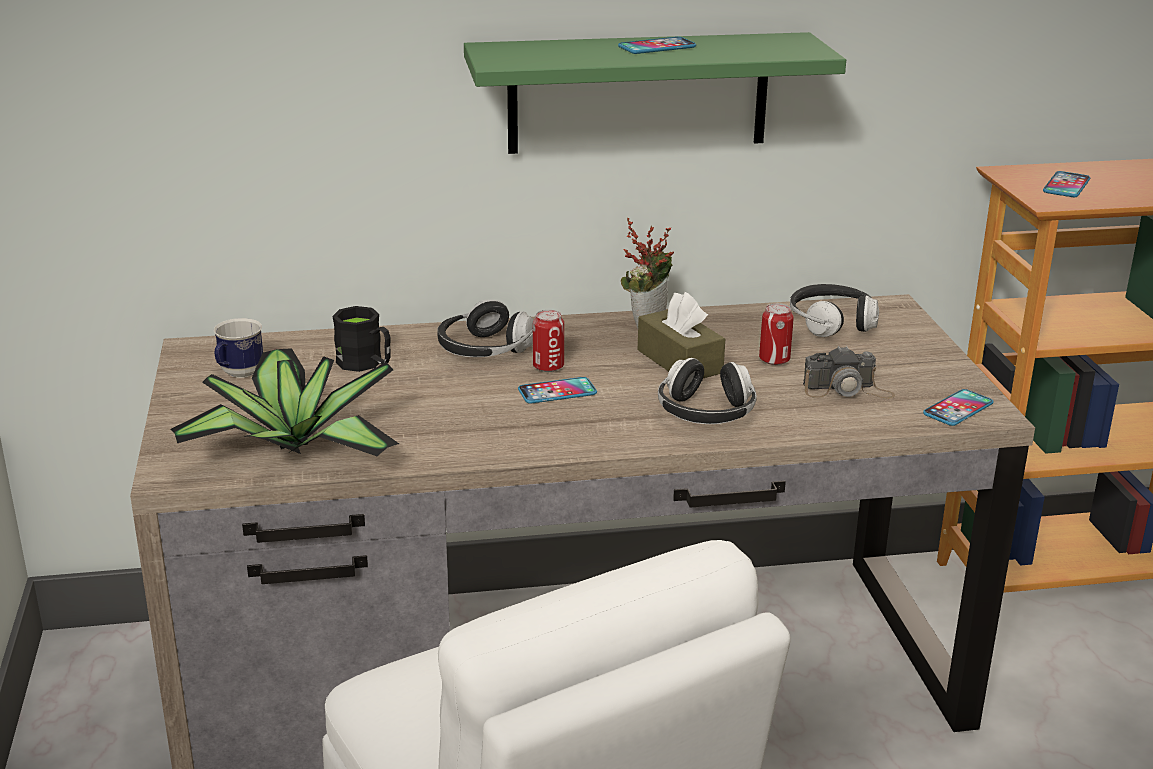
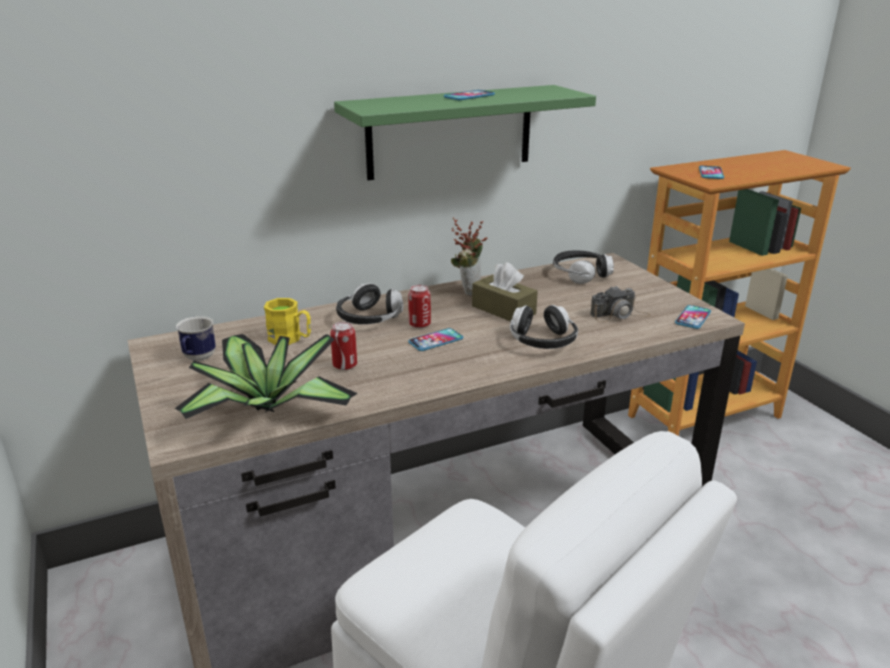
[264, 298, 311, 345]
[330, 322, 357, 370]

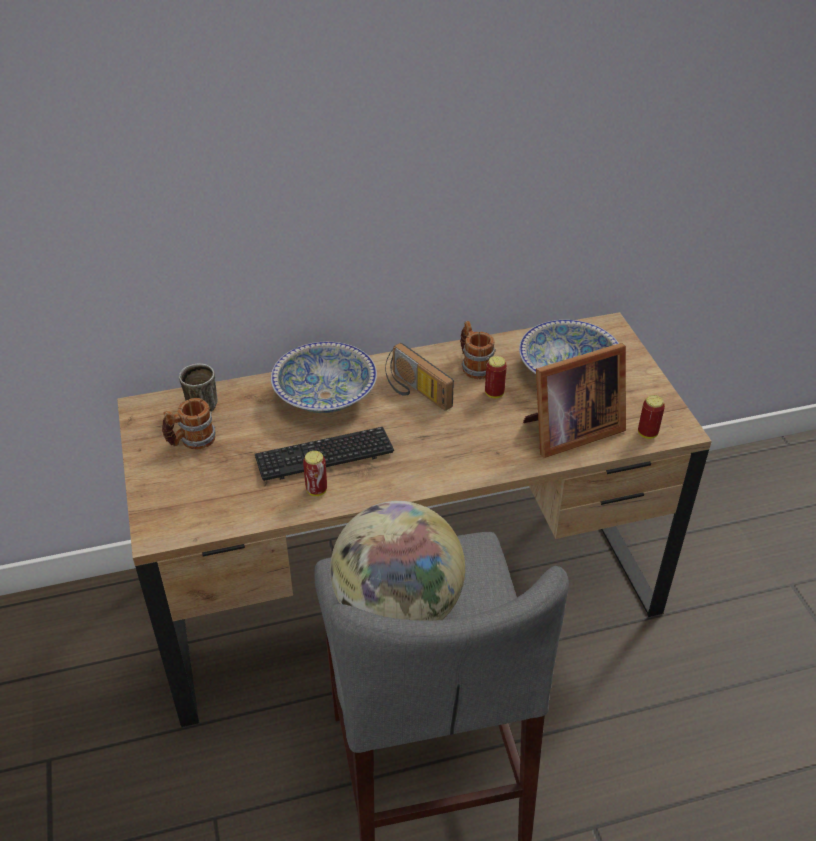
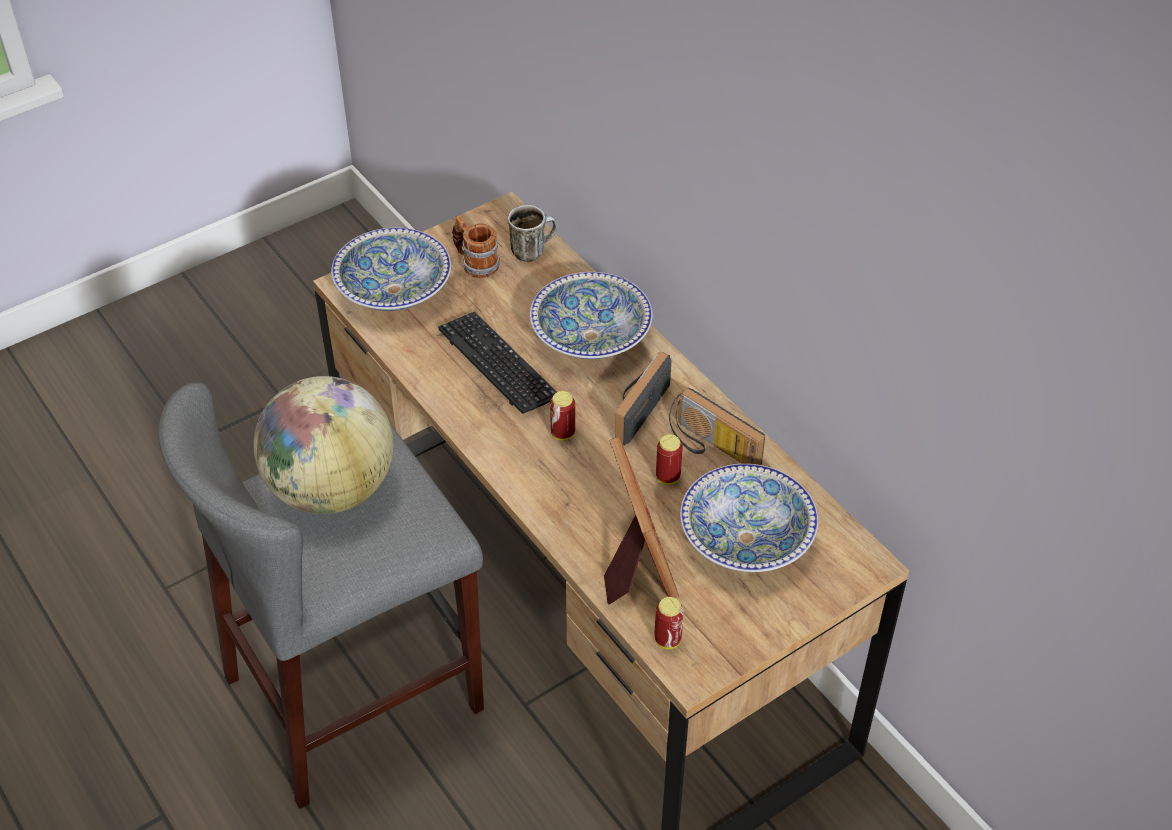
[331, 228, 451, 311]
[550, 391, 575, 441]
[604, 437, 679, 605]
[669, 388, 765, 465]

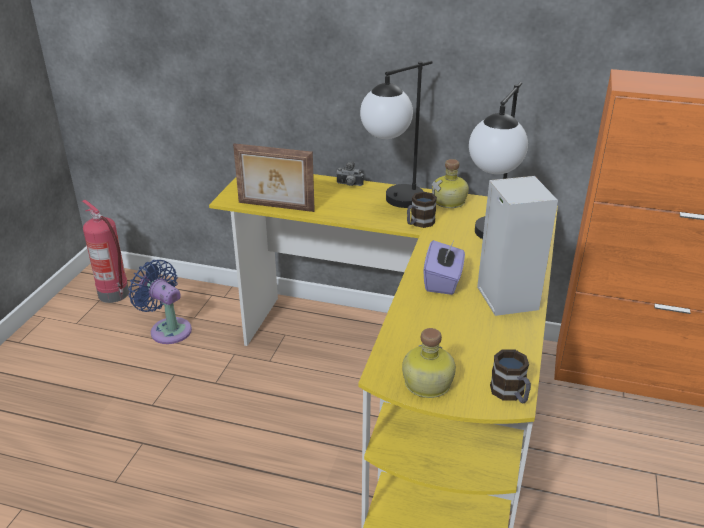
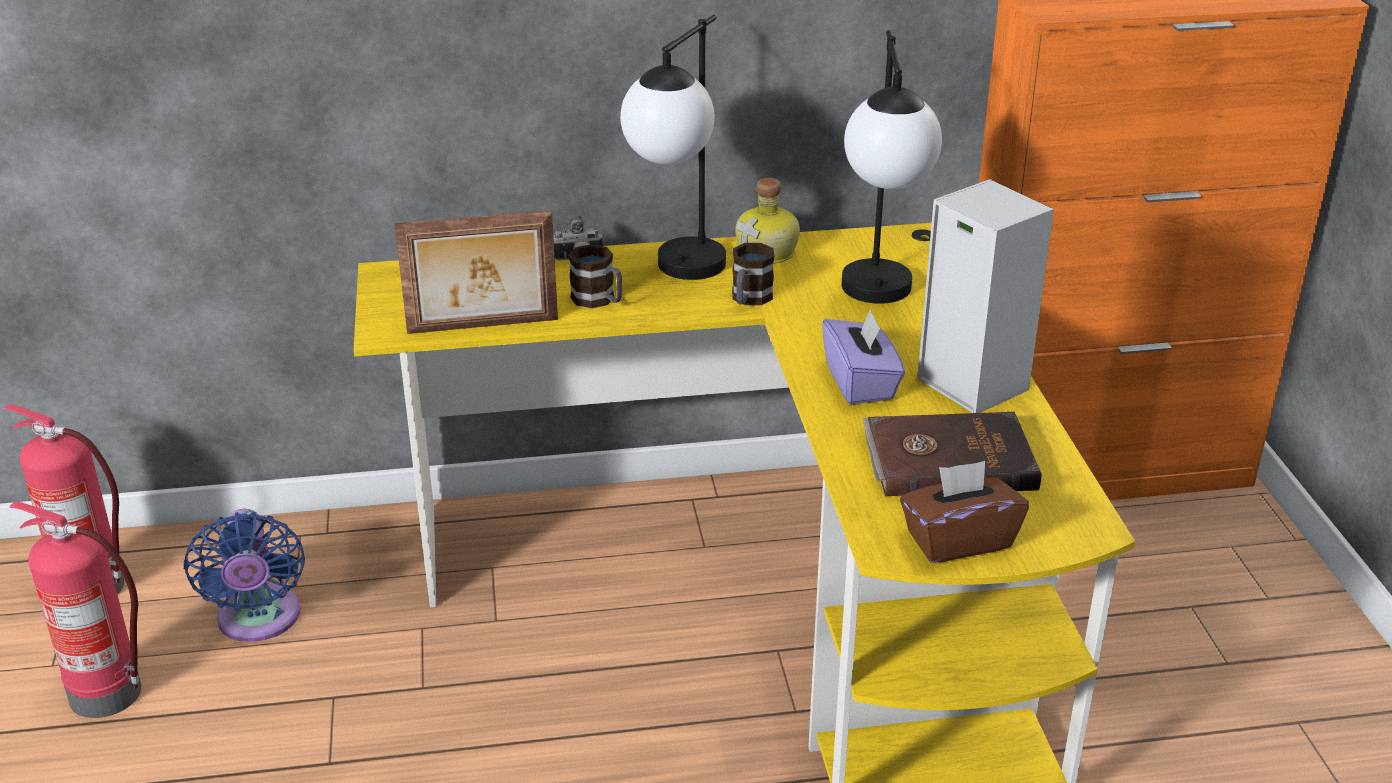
[10, 502, 142, 718]
[184, 509, 305, 642]
[569, 244, 622, 308]
[863, 412, 1041, 496]
[900, 461, 1029, 563]

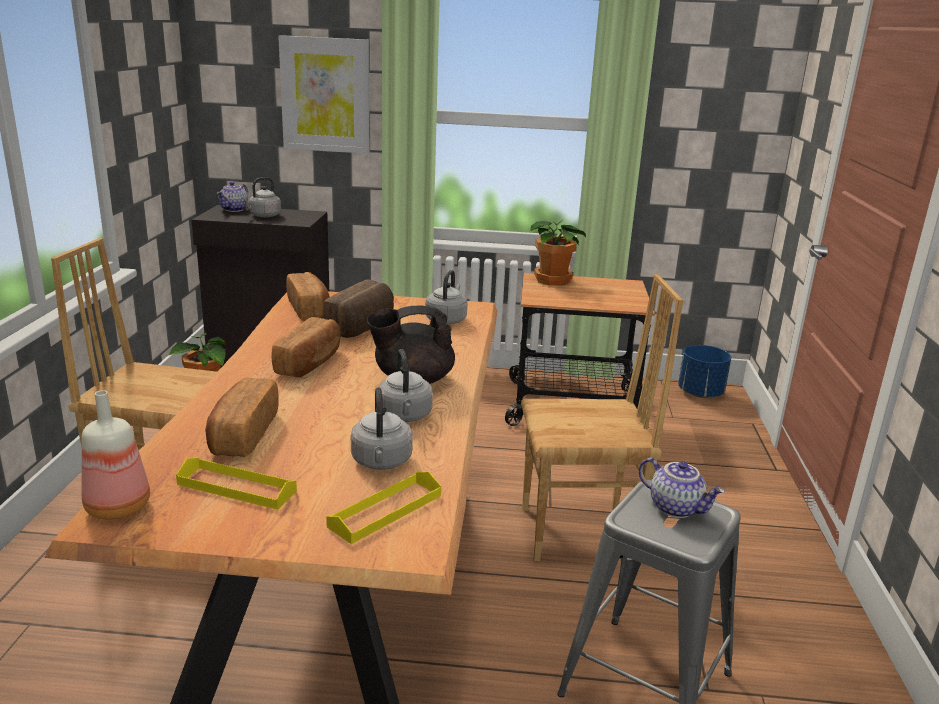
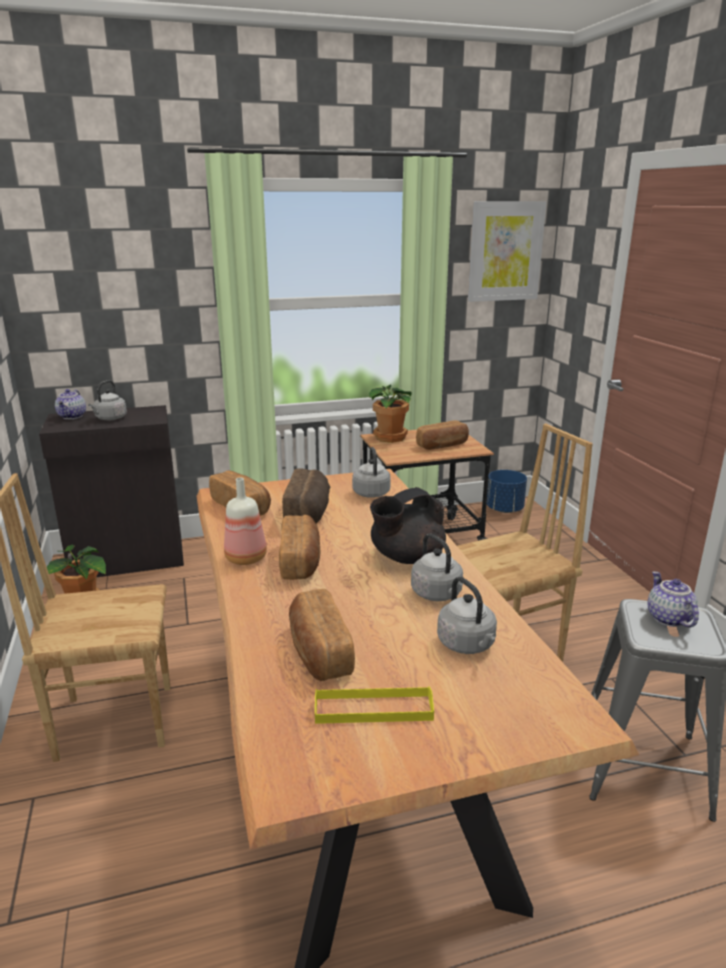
[224, 478, 267, 565]
[416, 420, 469, 450]
[468, 201, 547, 302]
[647, 571, 699, 628]
[326, 472, 441, 544] (first image)

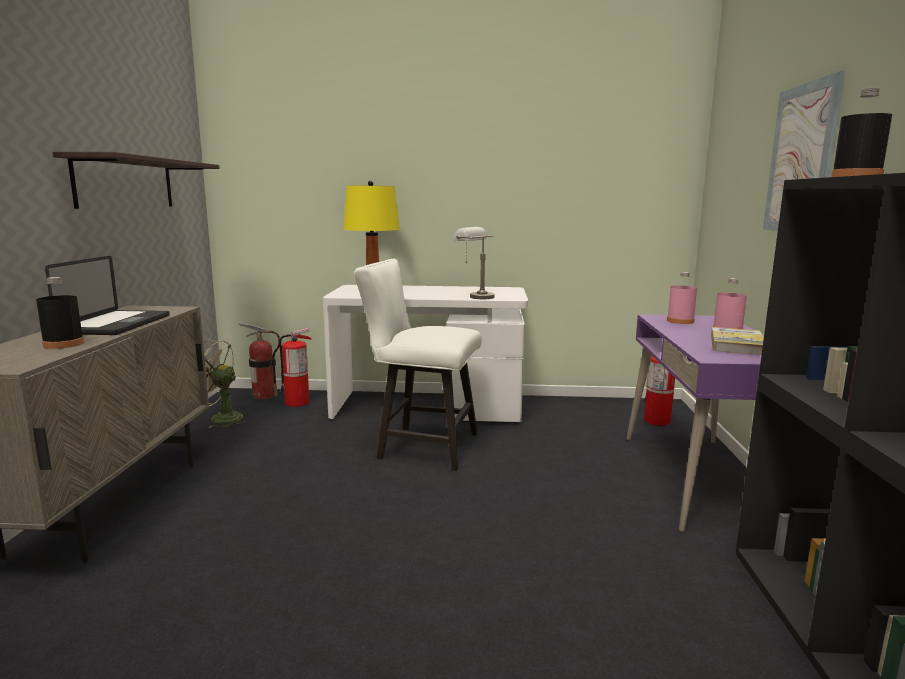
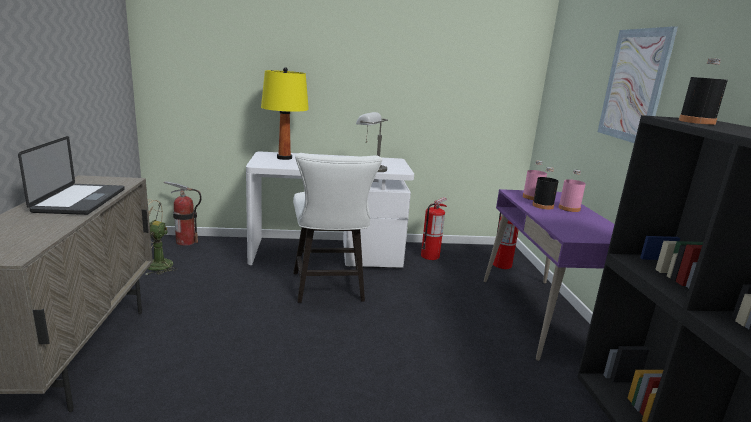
[293, 153, 382, 303]
[421, 197, 447, 260]
[532, 167, 559, 209]
[53, 152, 220, 209] (first image)
[711, 327, 764, 355] (first image)

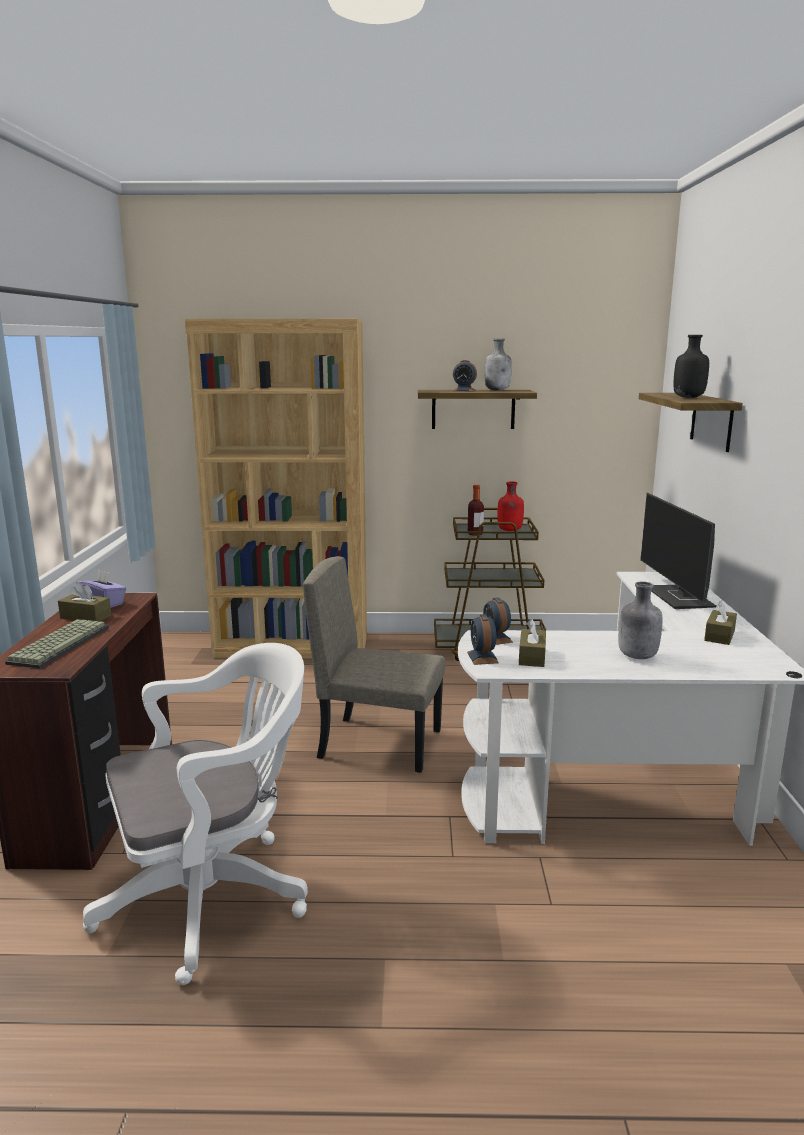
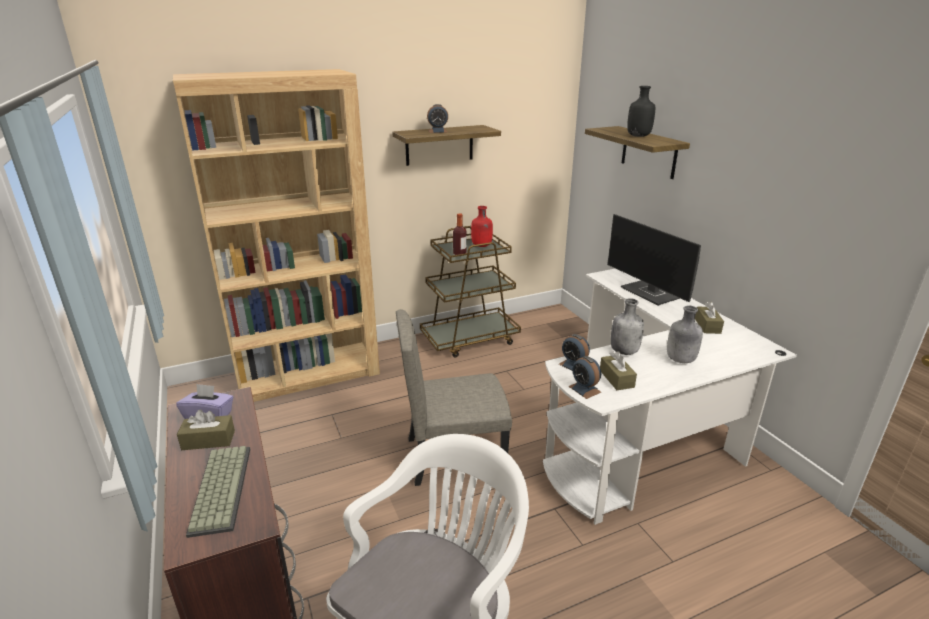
[611, 298, 644, 355]

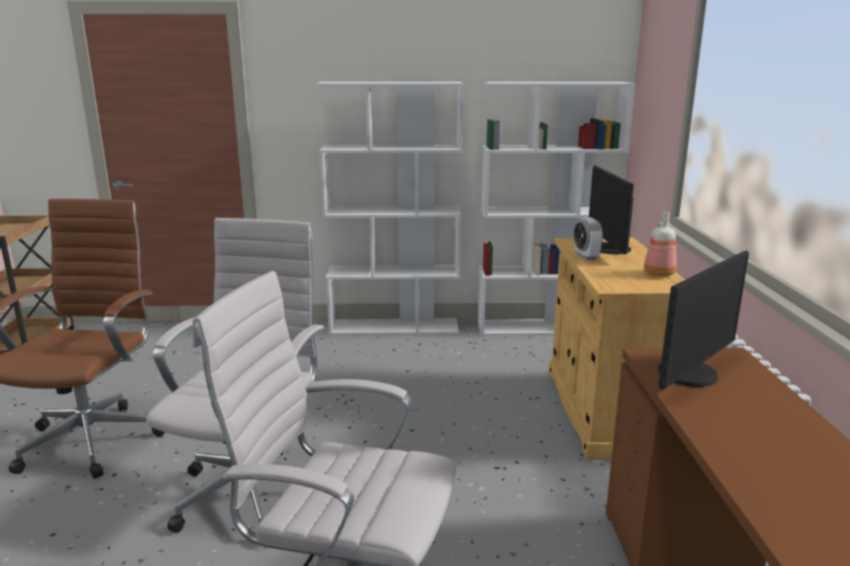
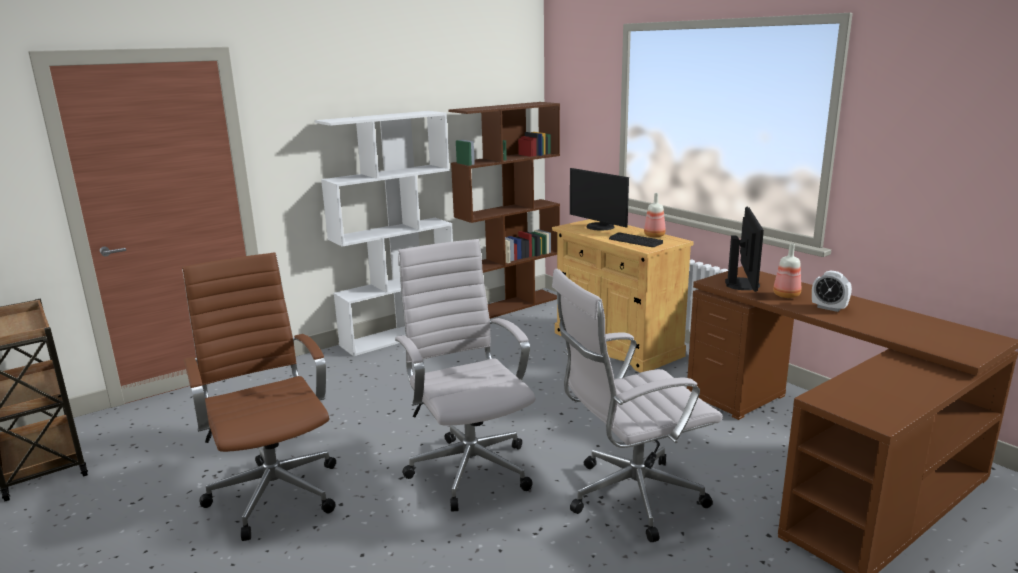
[448, 102, 560, 319]
[609, 232, 663, 247]
[773, 243, 801, 298]
[812, 271, 852, 312]

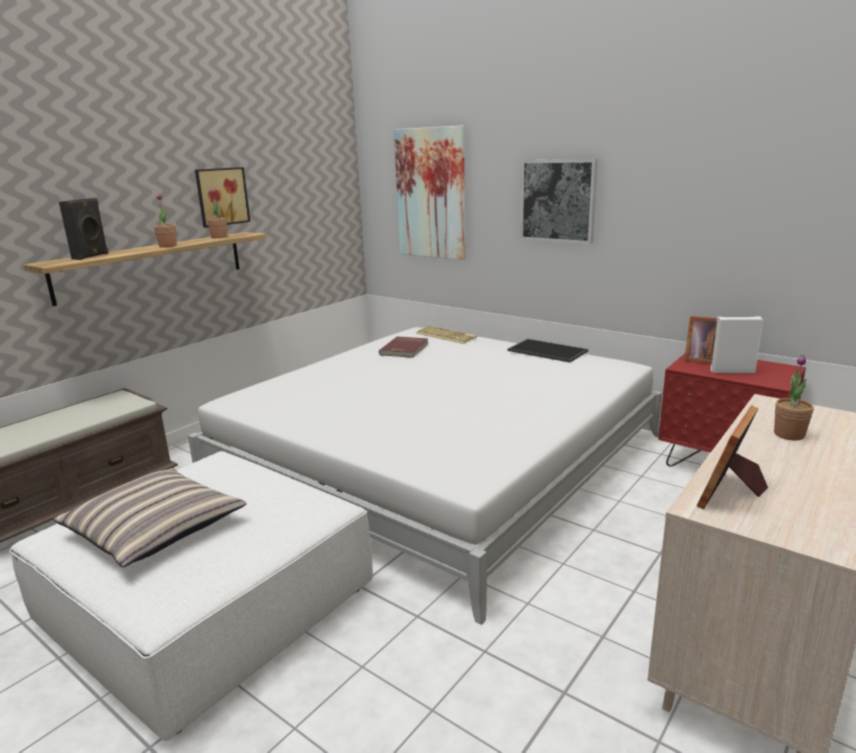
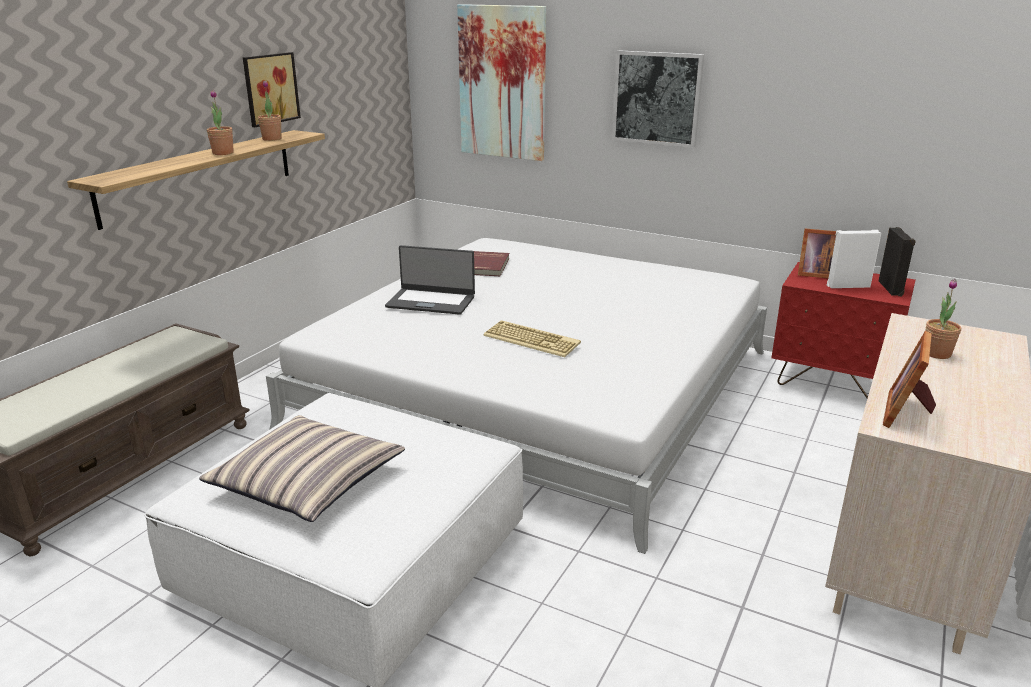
[385, 245, 475, 315]
[483, 320, 581, 357]
[879, 227, 916, 296]
[507, 339, 588, 363] (first image)

